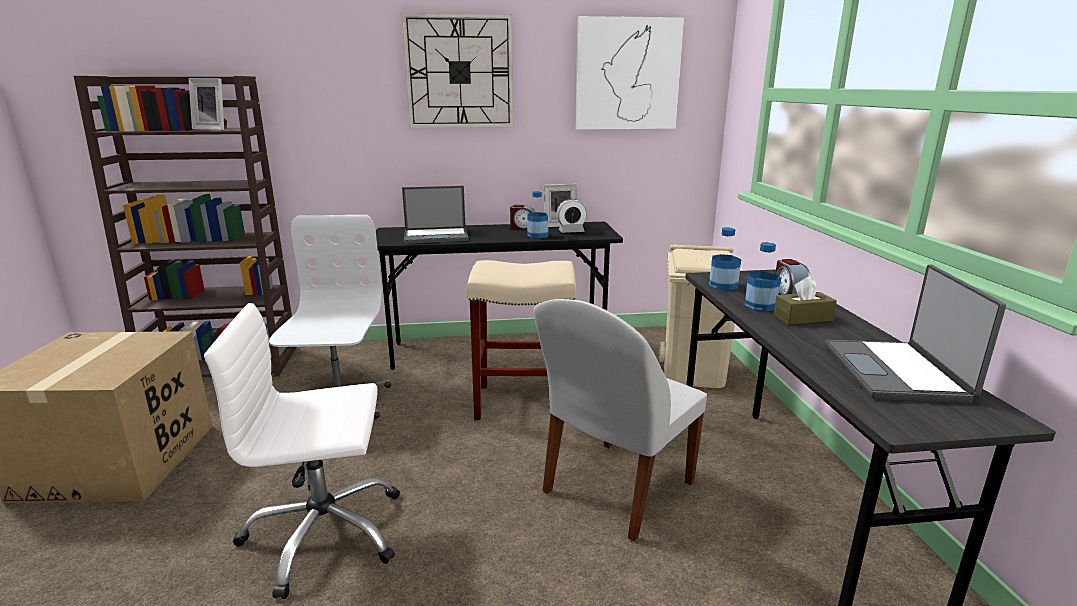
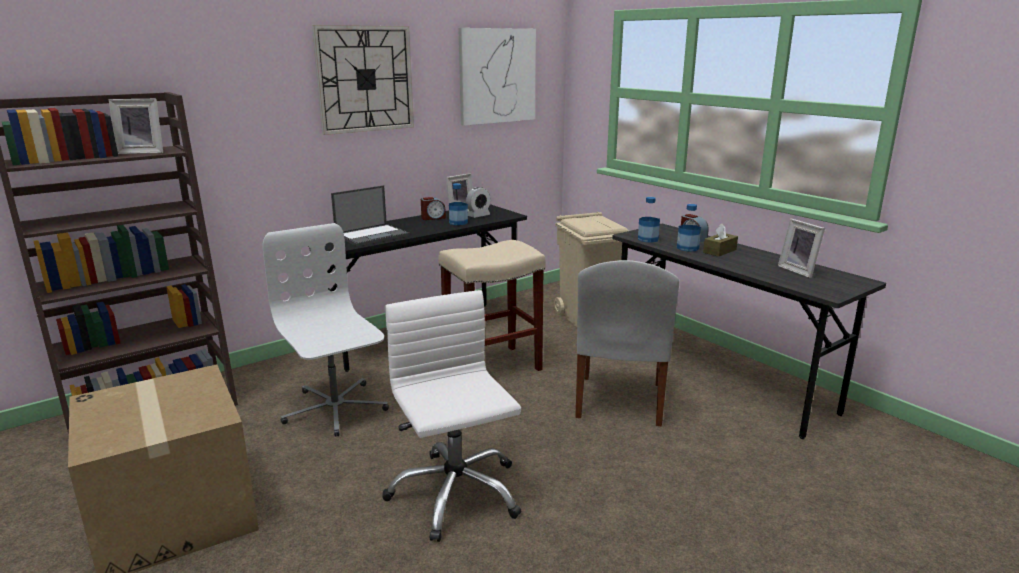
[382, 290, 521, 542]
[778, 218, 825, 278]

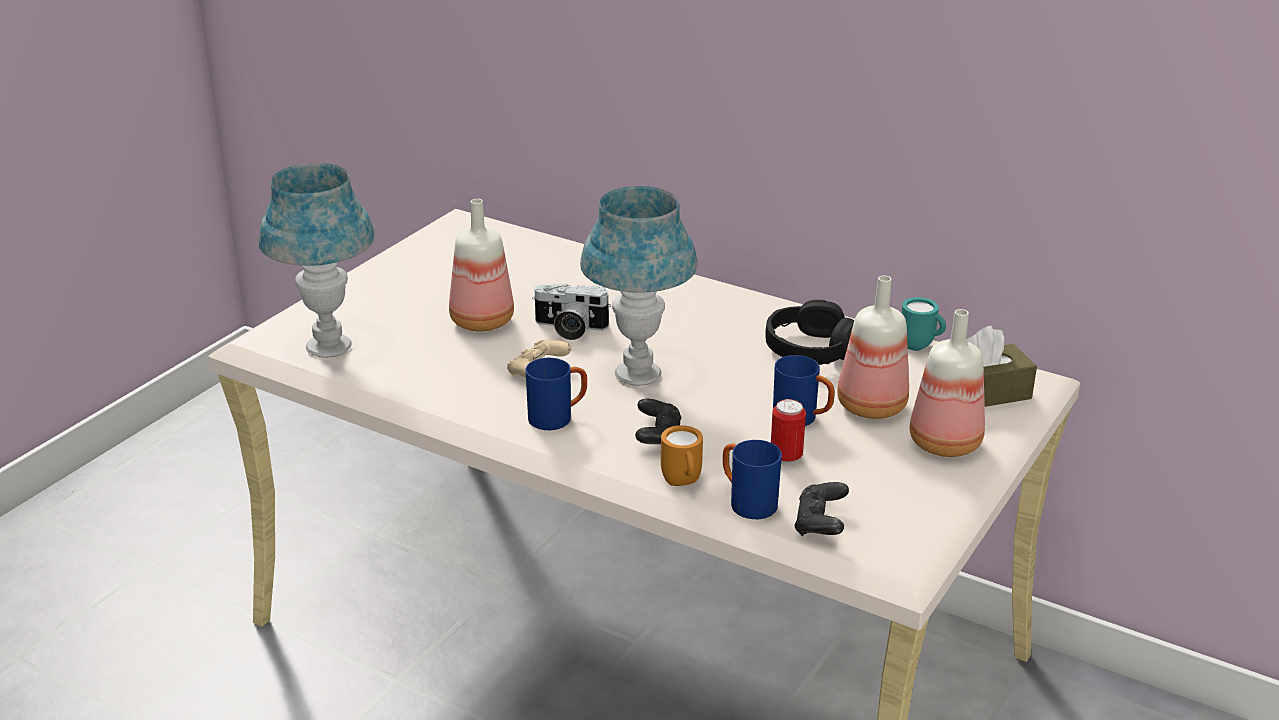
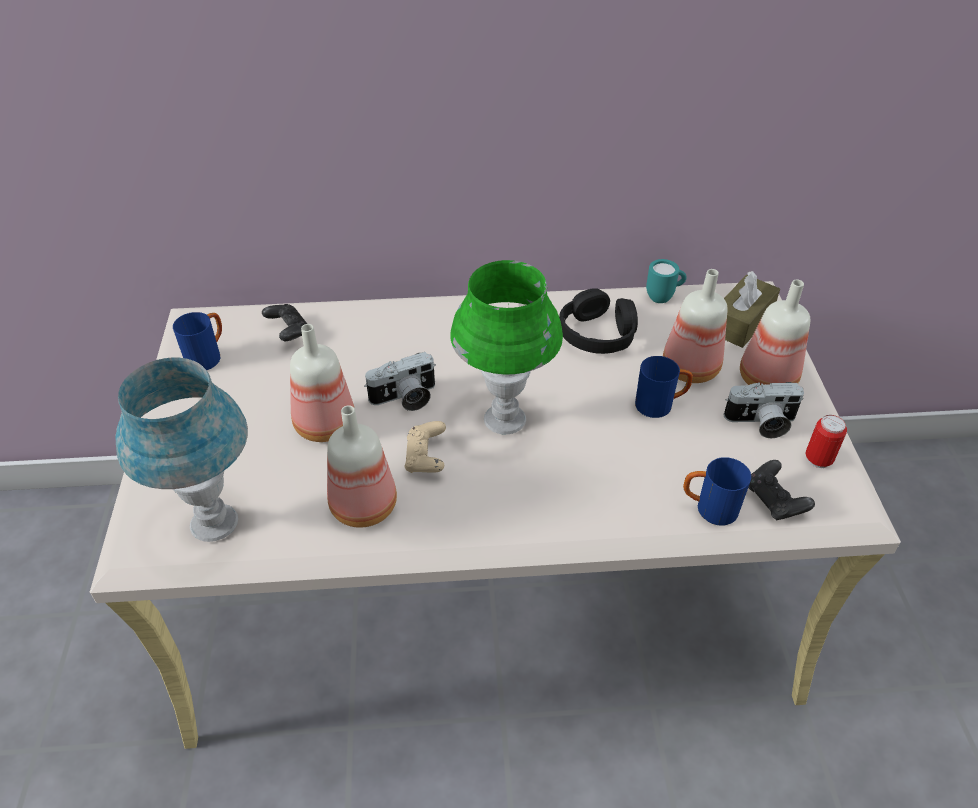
[173, 312, 222, 370]
[262, 304, 307, 341]
[327, 405, 397, 528]
[451, 260, 563, 434]
[724, 382, 804, 438]
[805, 415, 847, 468]
[661, 425, 703, 486] (first image)

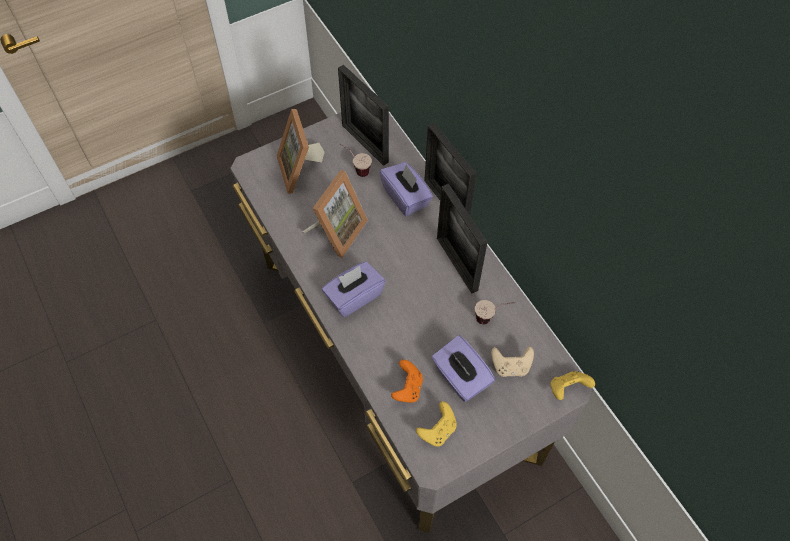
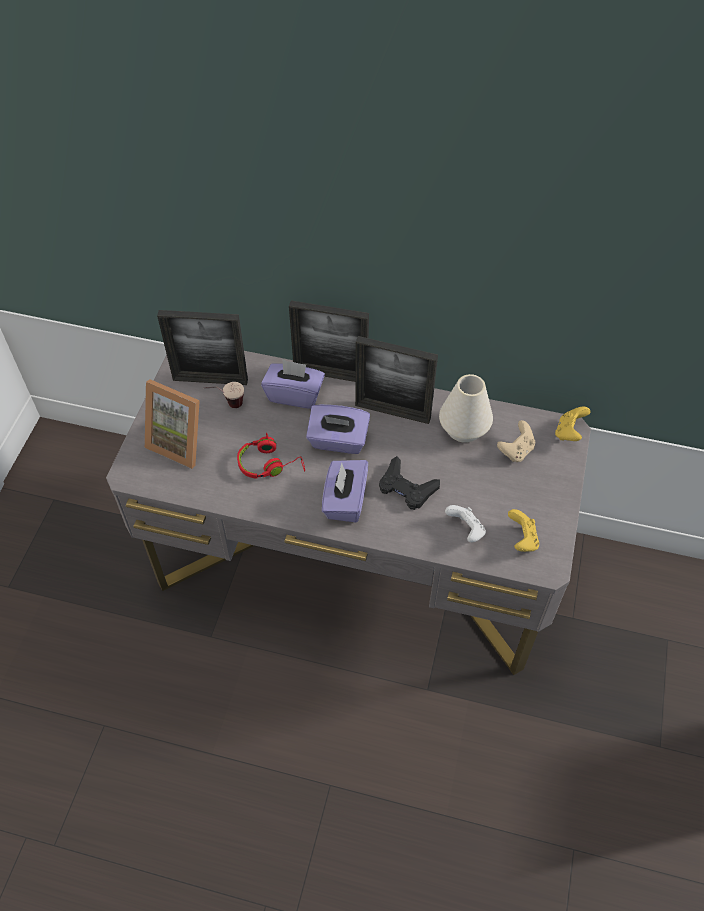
[237, 433, 305, 479]
[306, 404, 370, 454]
[379, 456, 440, 510]
[439, 374, 493, 443]
[445, 505, 486, 542]

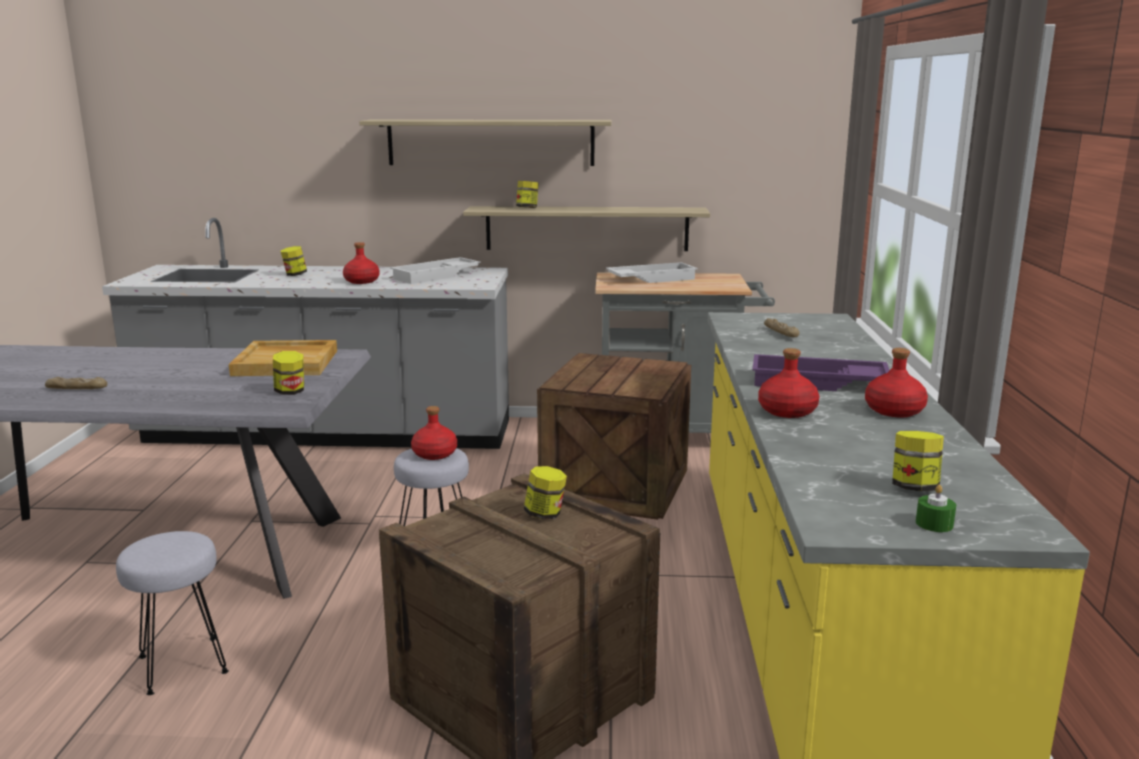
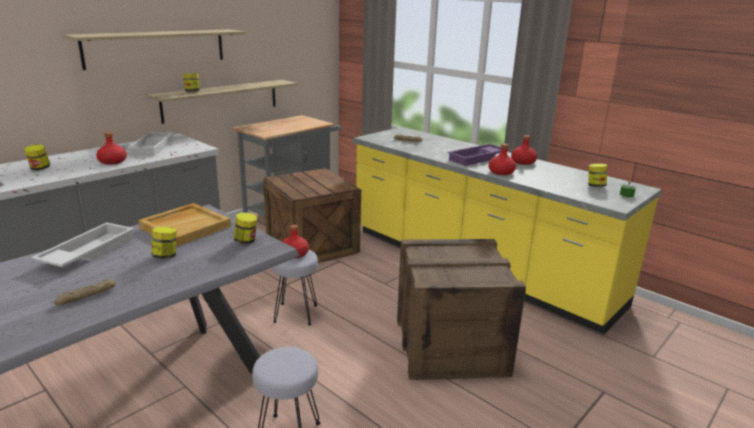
[31, 222, 134, 267]
[151, 227, 177, 259]

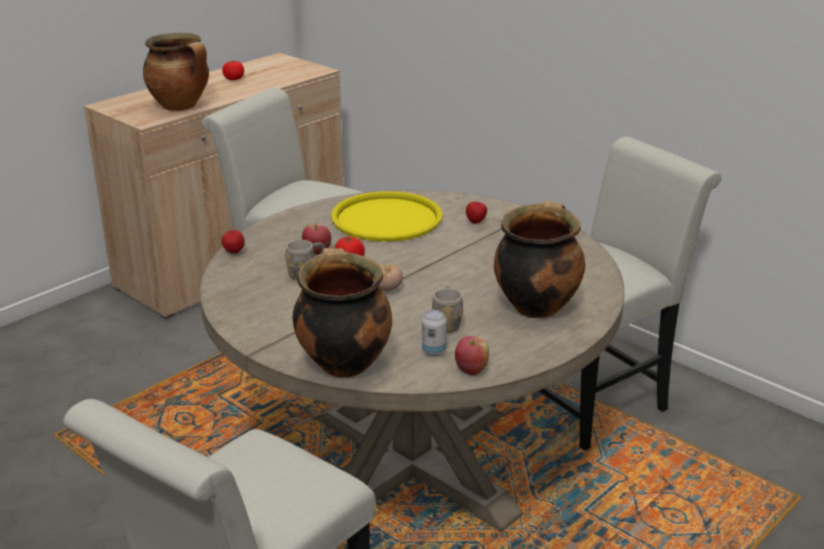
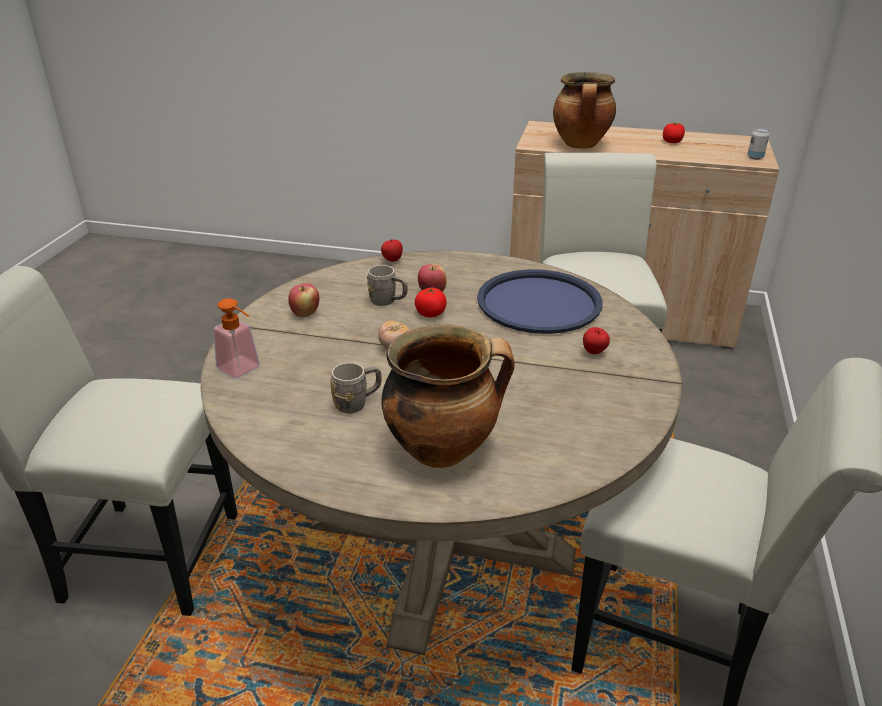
[213, 298, 260, 379]
[288, 283, 319, 317]
[477, 269, 602, 334]
[747, 128, 769, 160]

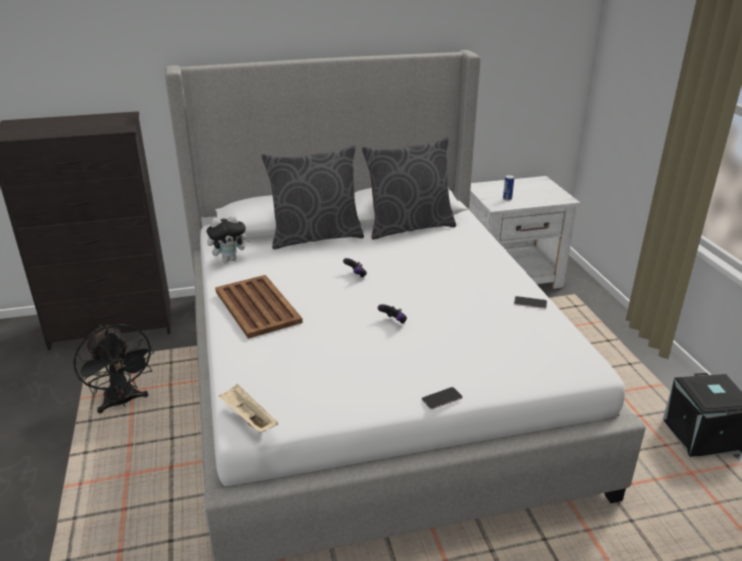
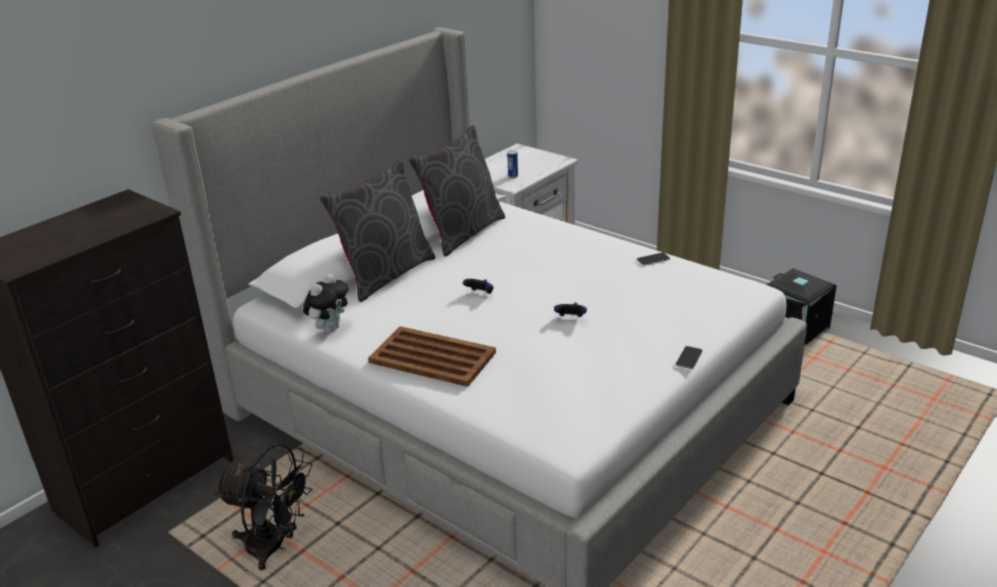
[219, 384, 279, 432] (first image)

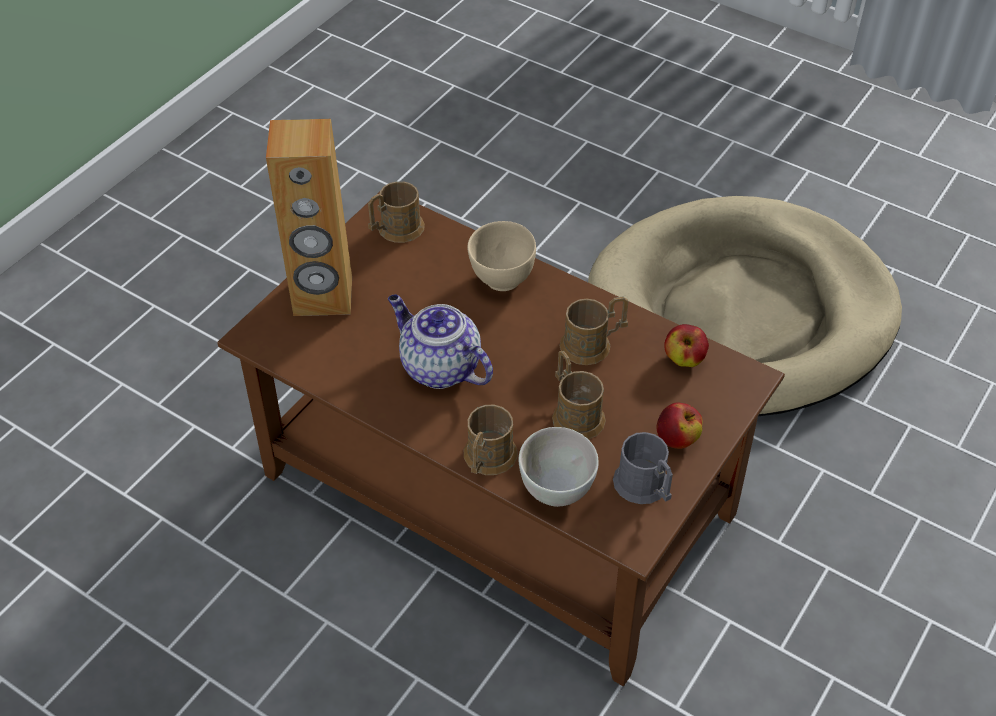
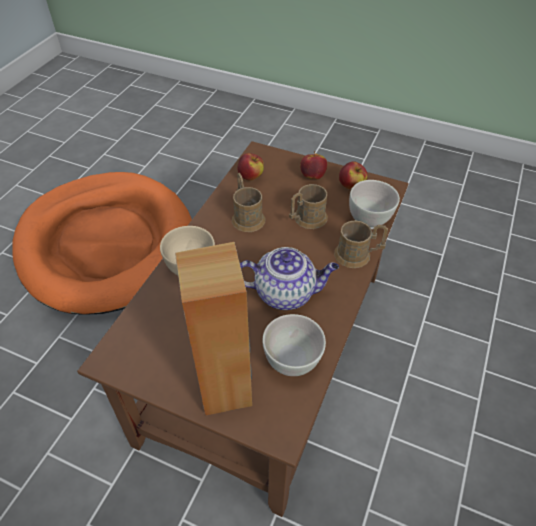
[12, 172, 192, 315]
[240, 247, 339, 310]
[262, 314, 326, 376]
[339, 161, 367, 189]
[368, 181, 425, 243] (first image)

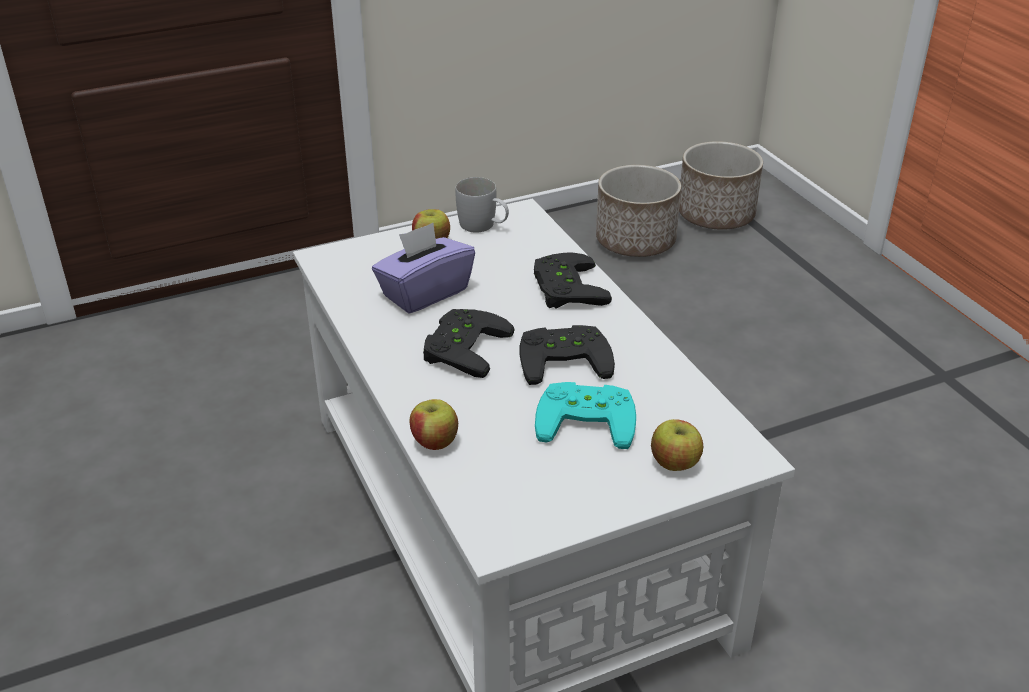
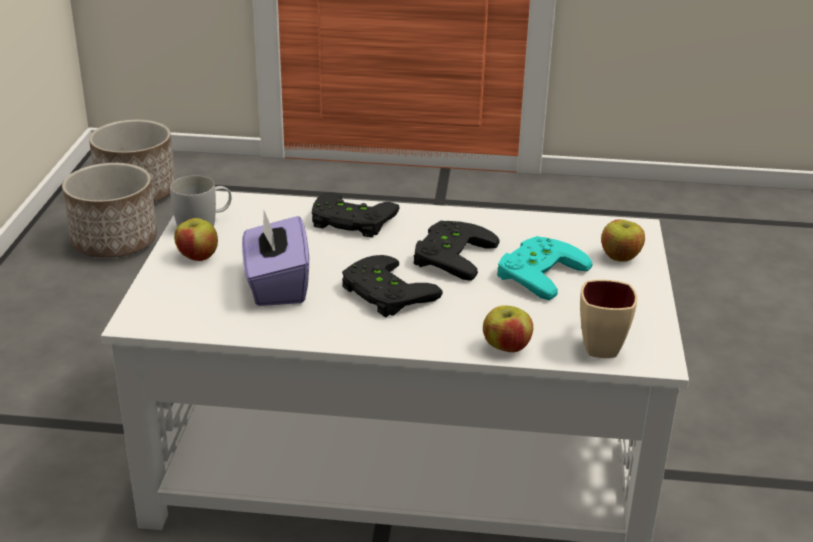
[580, 280, 637, 358]

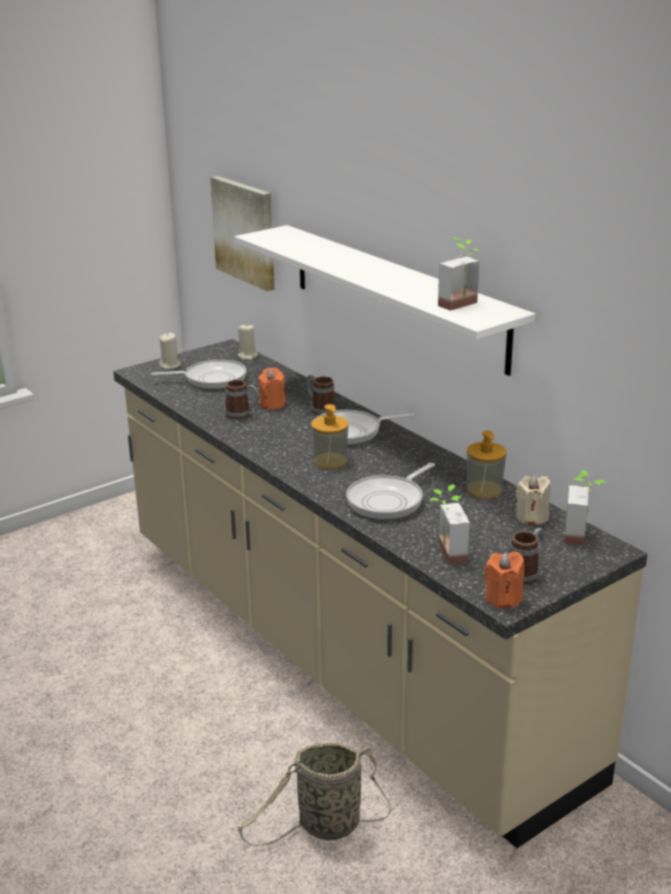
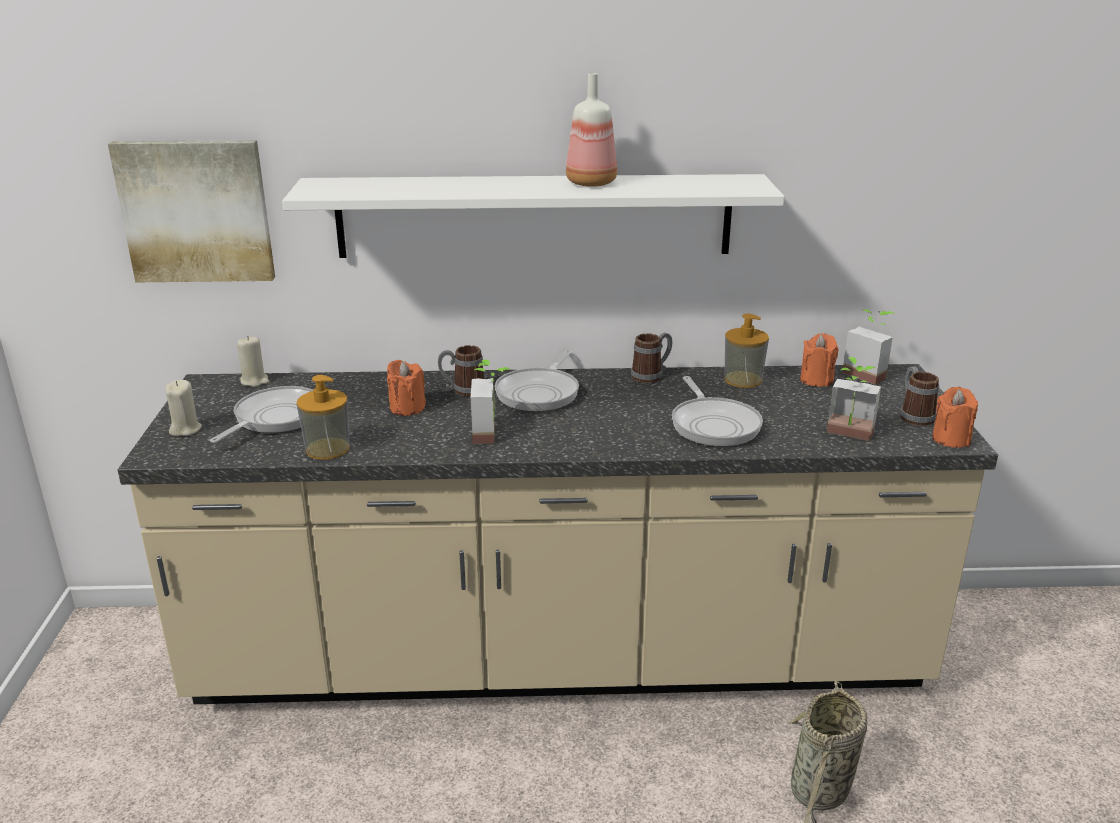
[297, 375, 349, 460]
[471, 360, 510, 444]
[566, 73, 617, 187]
[631, 332, 672, 383]
[800, 333, 838, 387]

